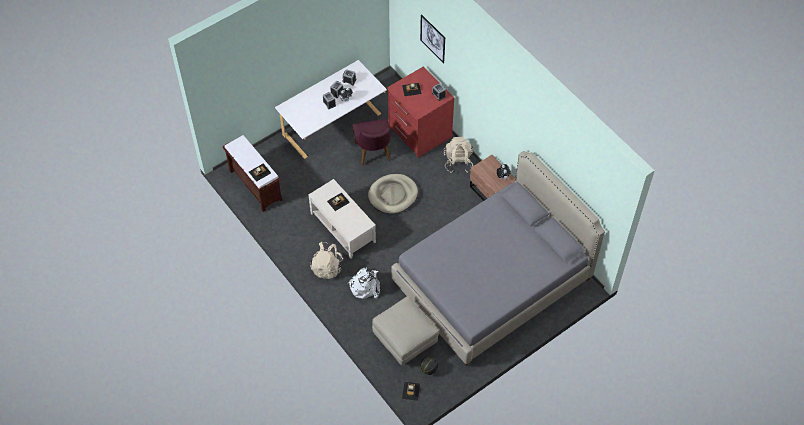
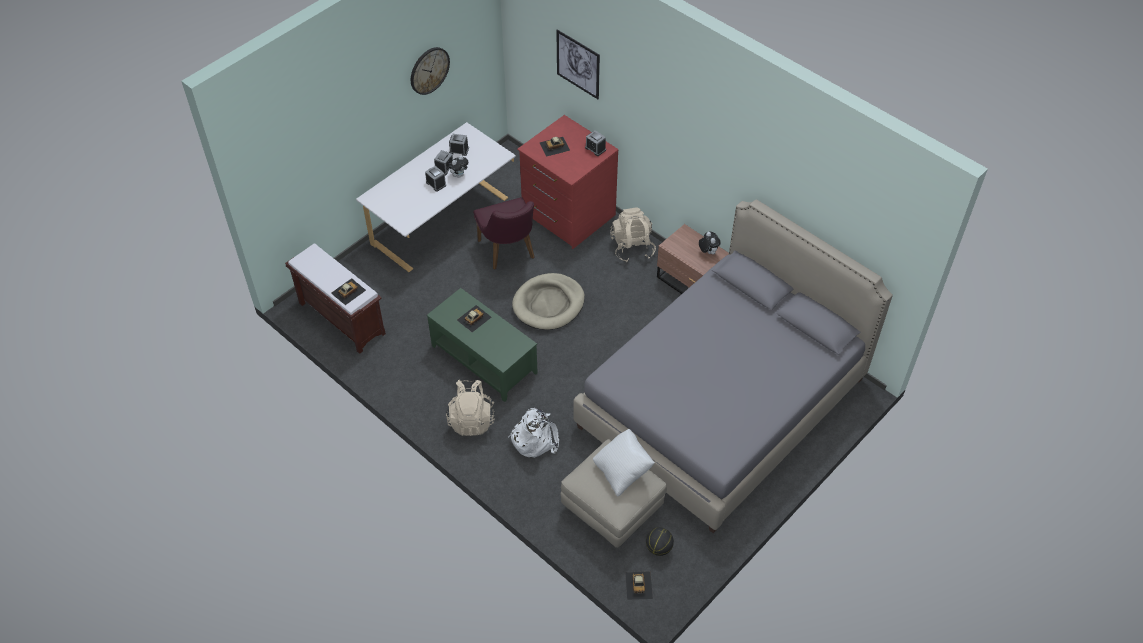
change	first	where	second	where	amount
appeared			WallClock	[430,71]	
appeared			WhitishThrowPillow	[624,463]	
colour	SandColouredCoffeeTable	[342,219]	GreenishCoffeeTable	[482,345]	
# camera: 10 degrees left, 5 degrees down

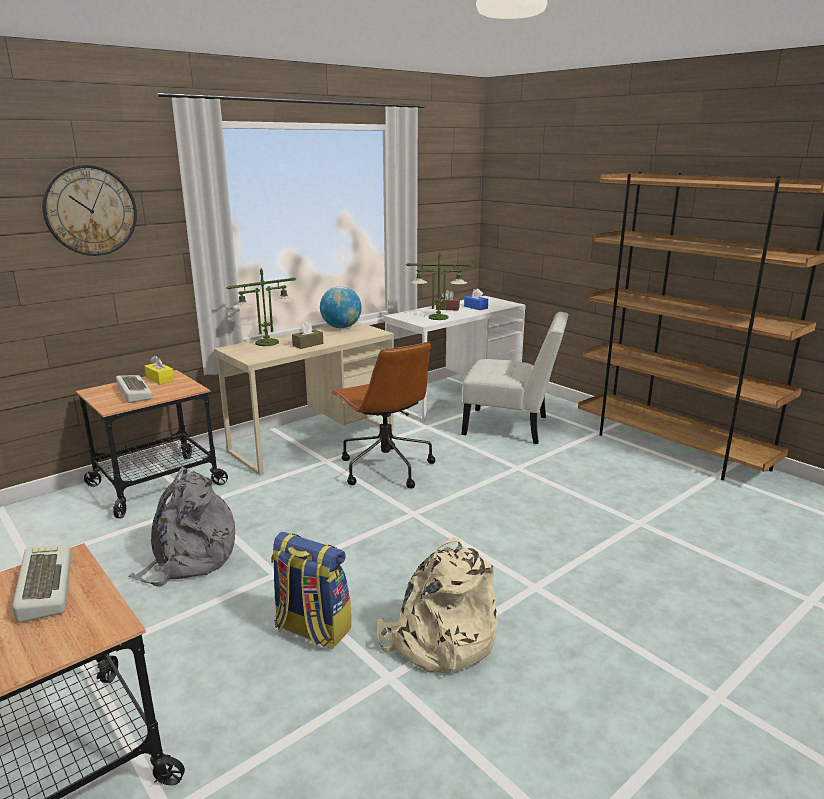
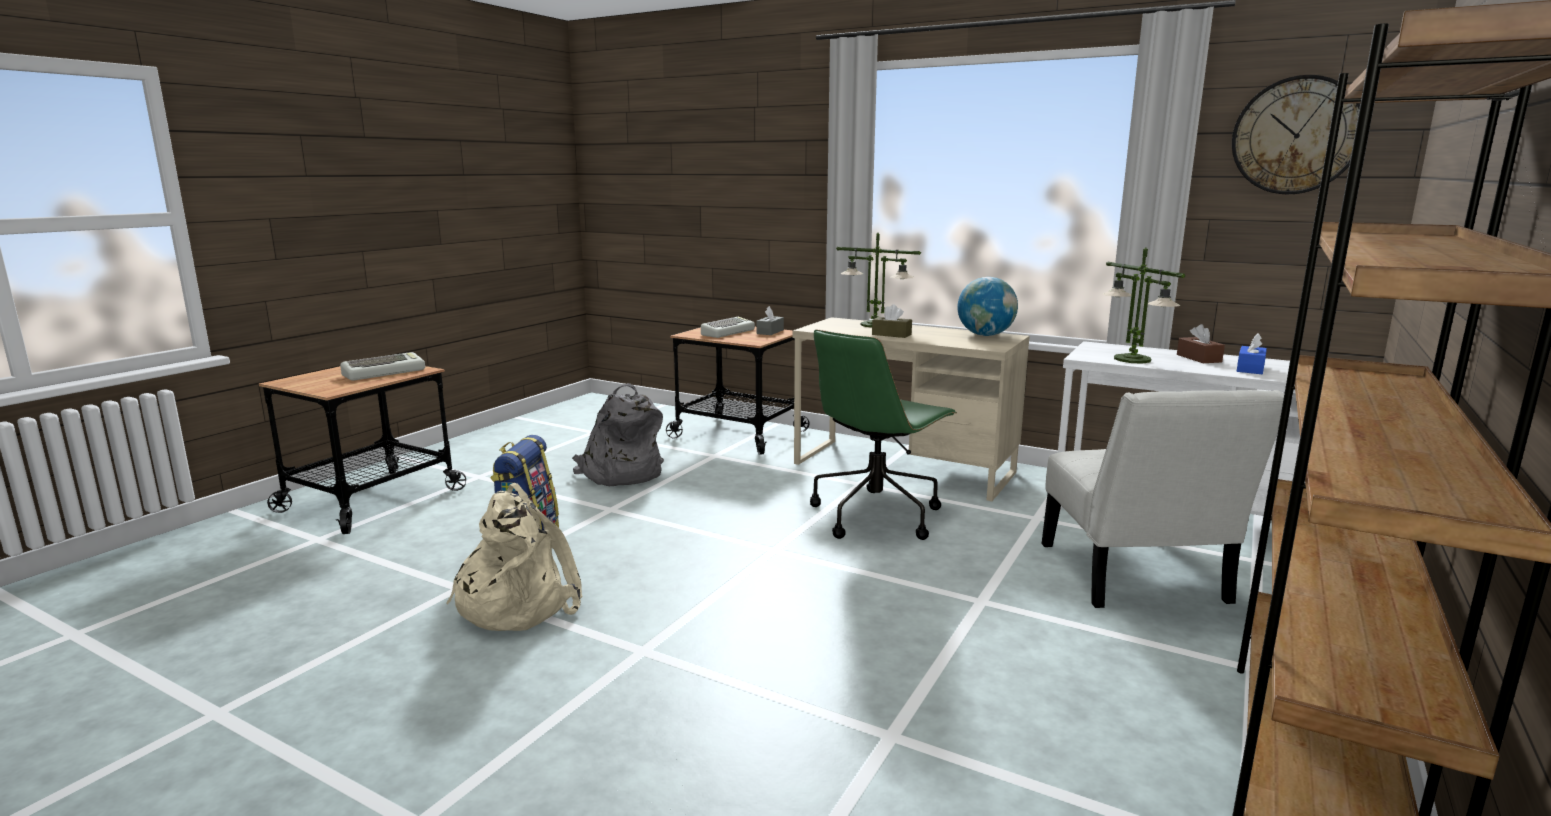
change	first	where	second	where	amount
relocated	WallClock	[89,210]		[1296,134]	
colour	YellowishTissueHolder	[159,369]	GreyTissueHolder	[770,320]	
colour	BrownColouredDeskChair	[383,415]	GreenishDeskChair	[883,435]	
# camera: 70 degrees right, 5 degrees down

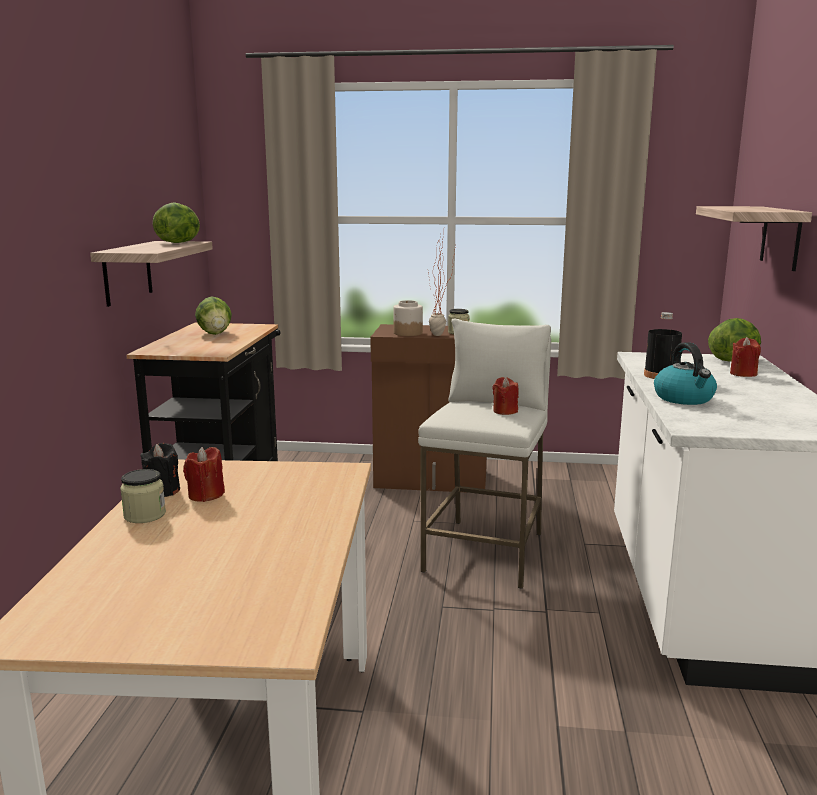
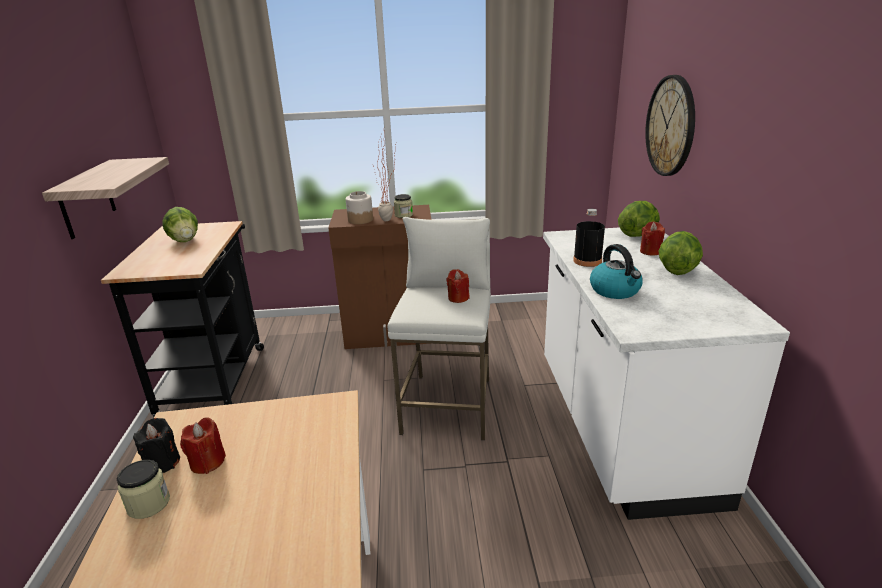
change	first	where	second	where	amount
relocated	Lettuce	[176,222]		[681,253]	
exchanged	Shelf	[754,238]	WallClock	[670,125]	
# camera: 10 degrees left, 10 degrees up

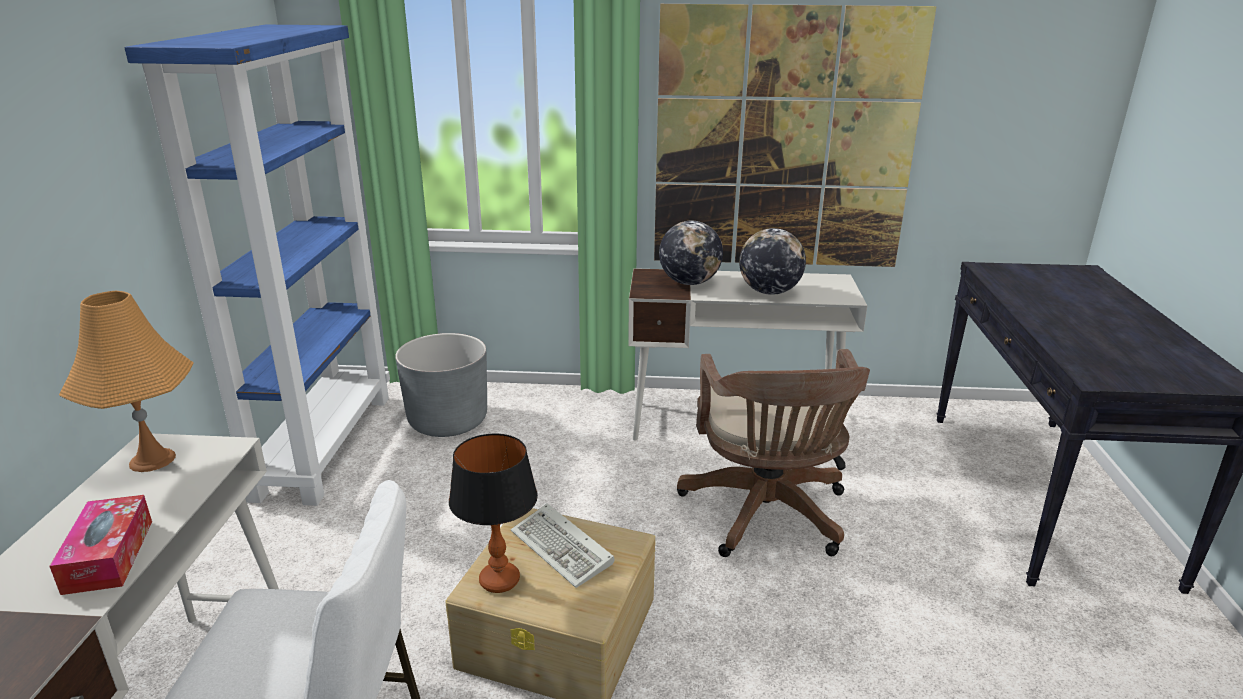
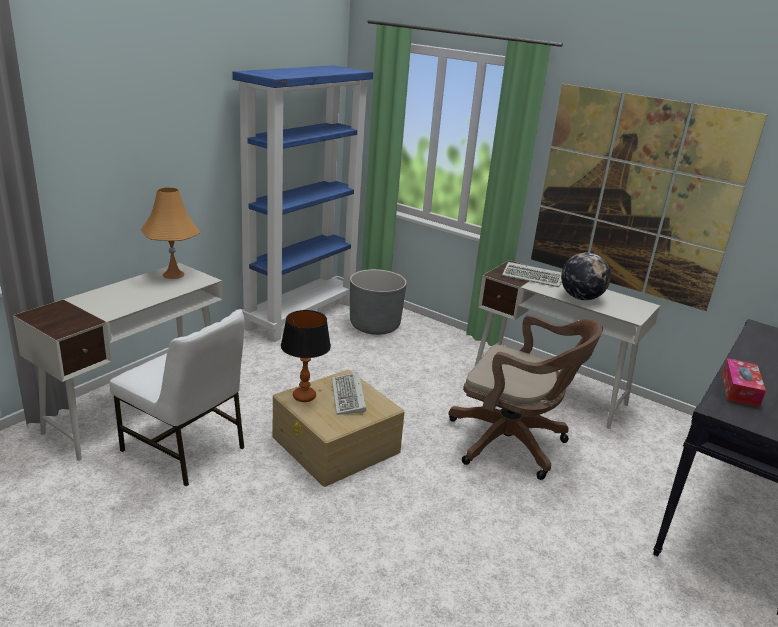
change	first	where	second	where	amount
relocated	TissueHolder	[101,545]		[744,382]	
exchanged	WorldGlobe	[691,253]	ComputerKeyboard	[532,274]	
spun	BrownColouredDeskChair	[773,453]		[525,397]	90 degrees counterclockwise
# camera: 30 degrees right, 0 degrees up

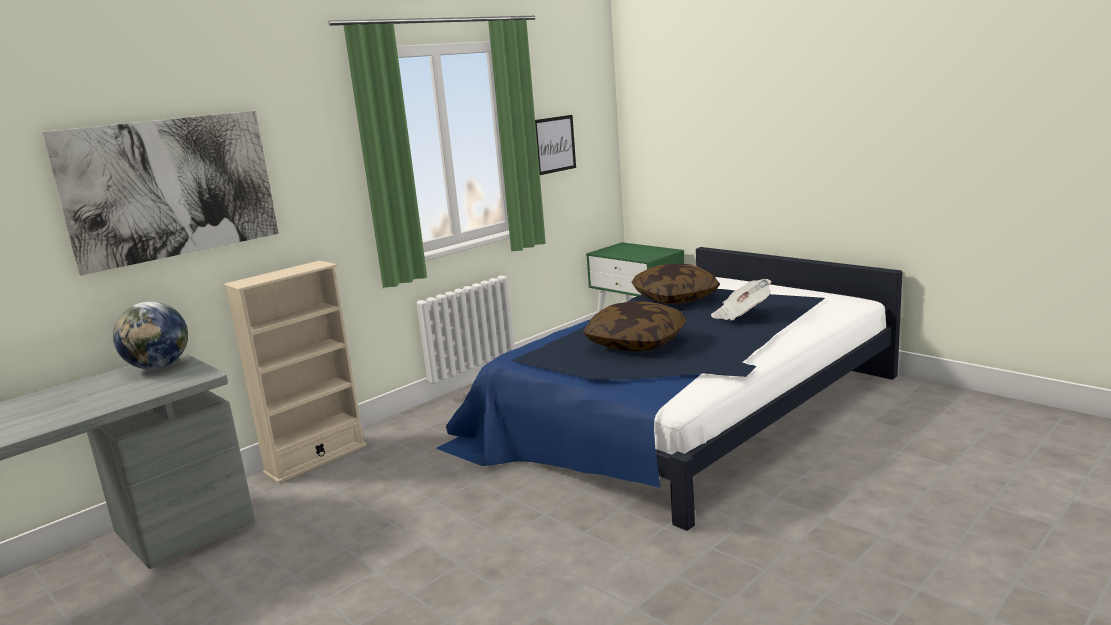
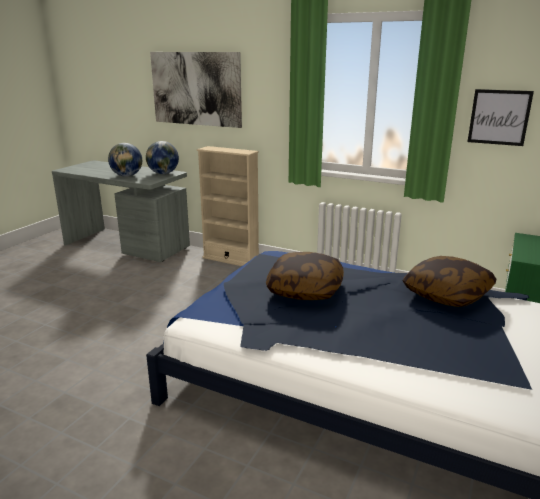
change	first	where	second	where	amount
missing	PrintedPaper	[741,300]			
appeared			WorldGlobe	[125,160]	
# camera: 70 degrees right, 5 degrees up

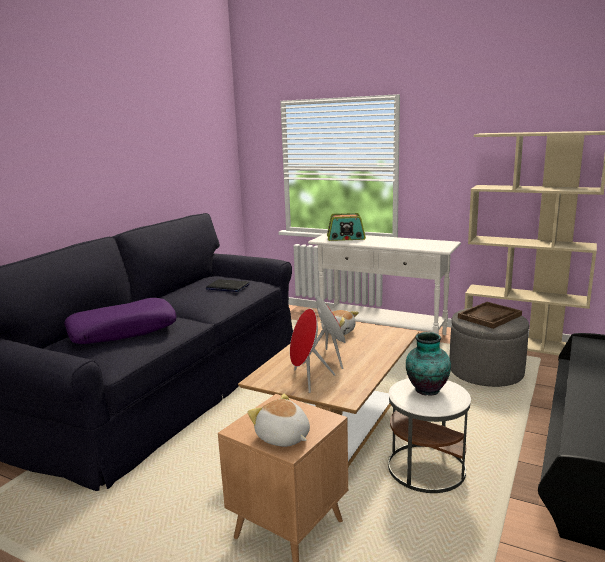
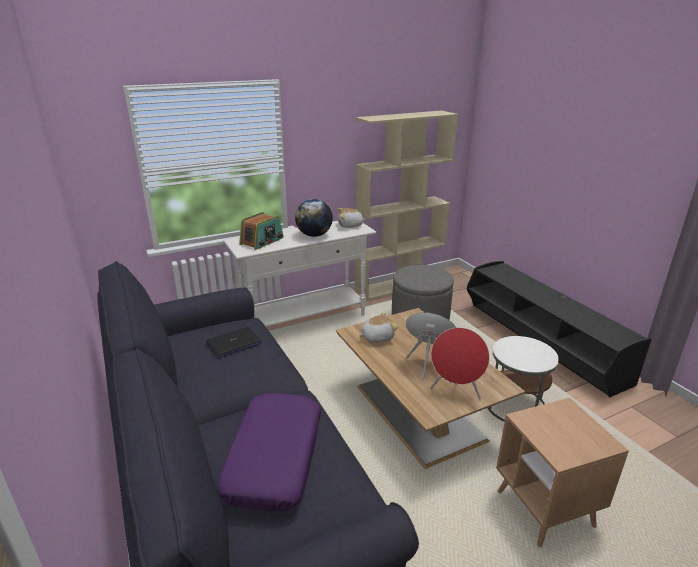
change	first	where	second	where	amount
missing	DecorativeVase	[428,363]			
missing	BrownColouredCarryingTray	[490,315]			
appeared			WorldGlobe	[314,218]	
relocated	SoftToy	[278,420]		[352,218]	
# camera: 55 degrees left, 10 degrees up

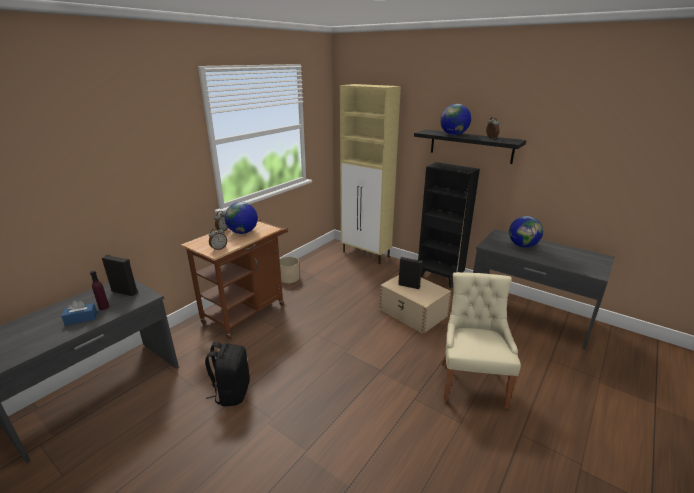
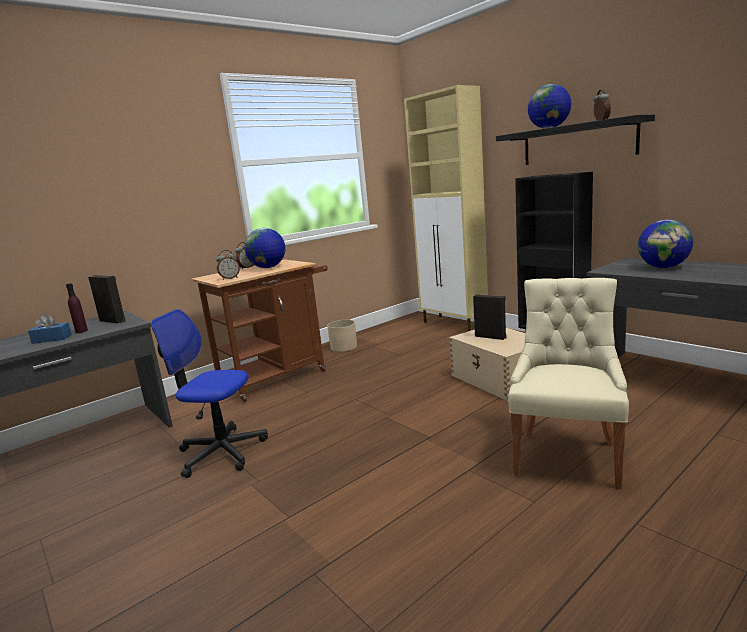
change	first	where	second	where	amount
exchanged	BlackishKnapsack	[227,374]	DeskChair	[209,393]	
# camera: 15 degrees right, 10 degrees down

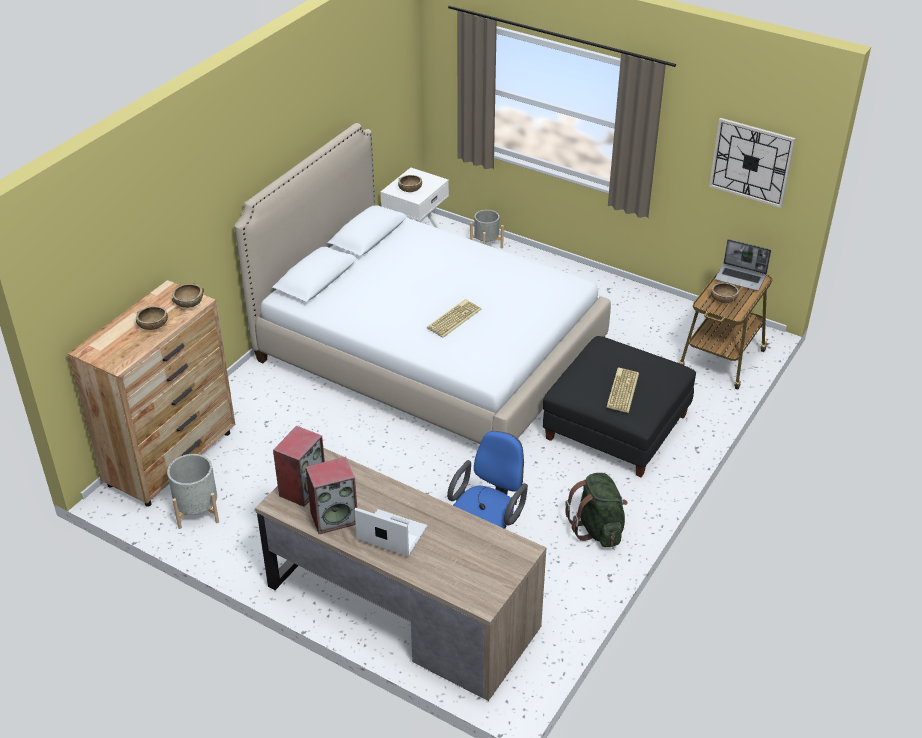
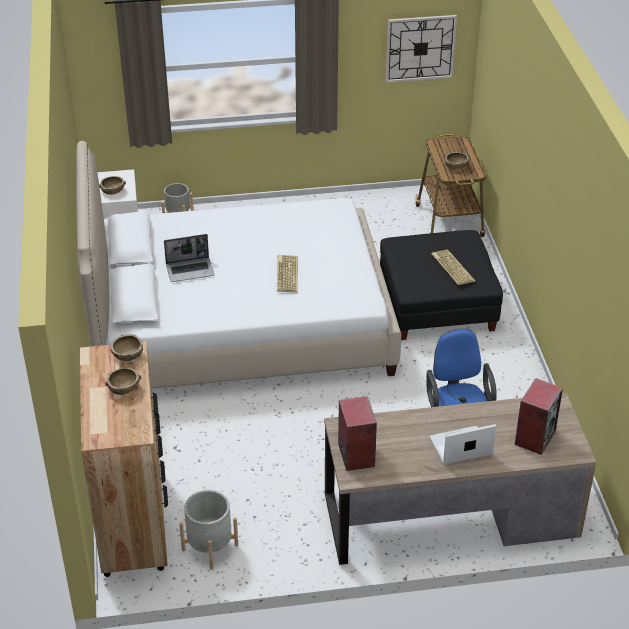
change	first	where	second	where	amount
missing	GreenishKnapsack	[596,510]			
relocated	Loudspeaker	[331,495]		[539,416]	
relocated	NotebookComputer	[743,265]		[189,258]	
# camera: 40 degrees left, 0 degrees up

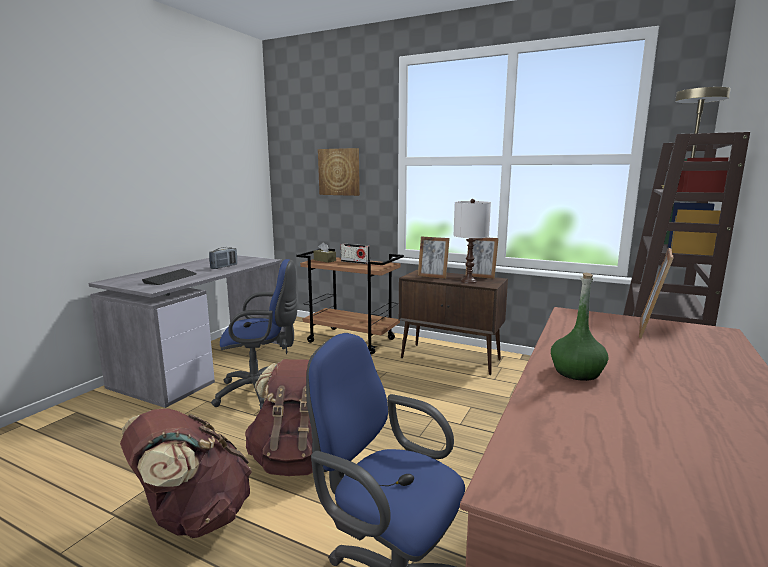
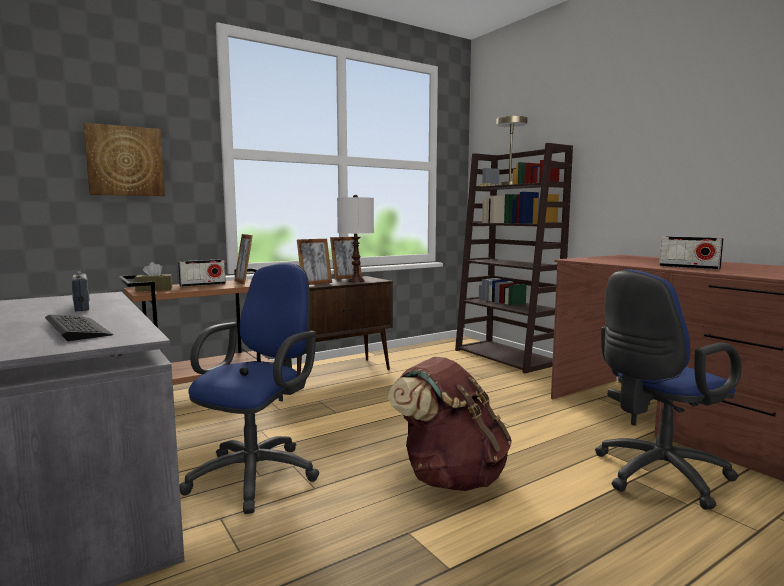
change	first	where	second	where	amount
missing	BrownColouredKnapsack	[186,473]			
relocated	StandingFrame	[656,293]		[243,259]	
exchanged	GreenishBeverageBottle	[580,327]	Radio	[691,253]	
# camera: 60 degrees left, 5 degrees down

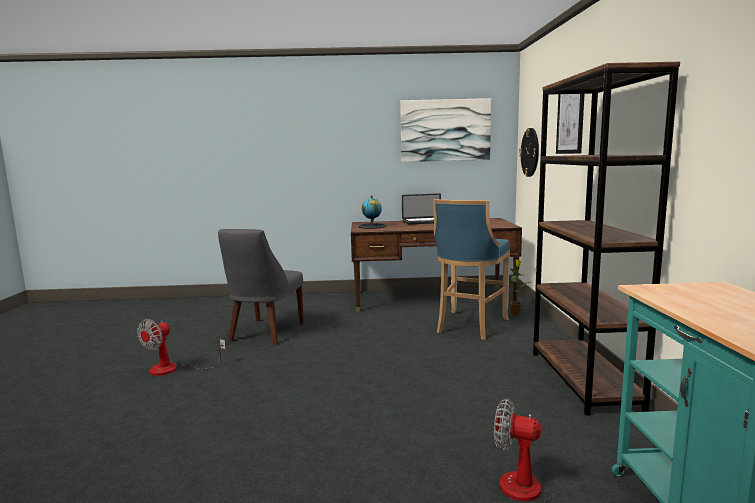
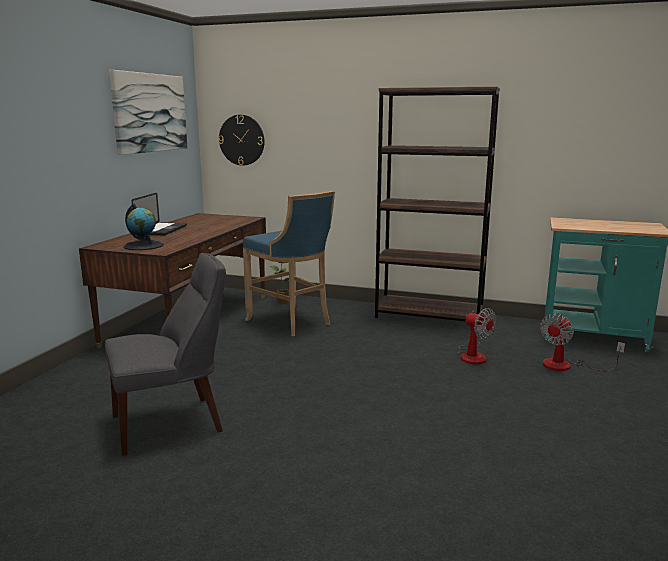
change	first	where	second	where	amount
missing	Picture	[570,124]			
relocated	ElectricFan	[181,347]		[477,336]	
spun	GreyChair	[261,287]		[165,354]	60 degrees counterclockwise
# camera: 70 degrees left, 5 degrees up

